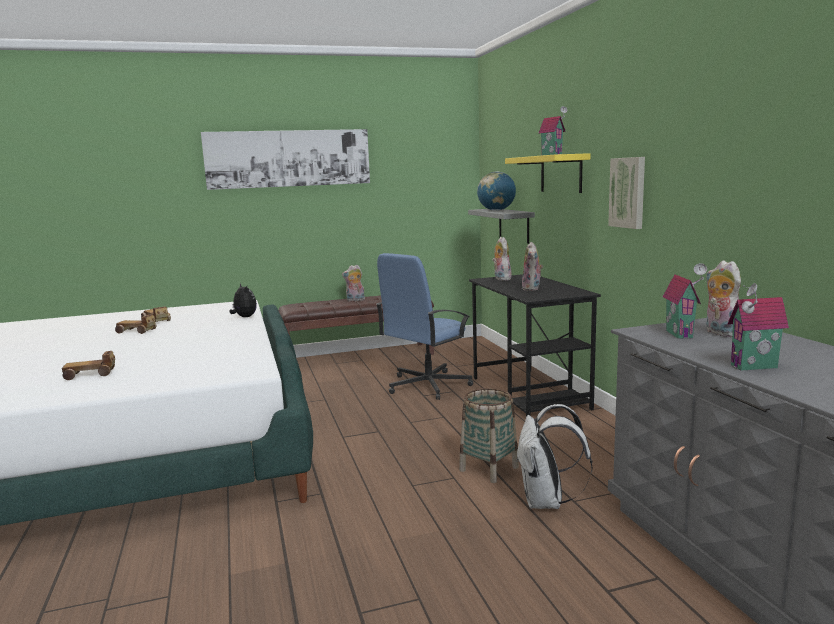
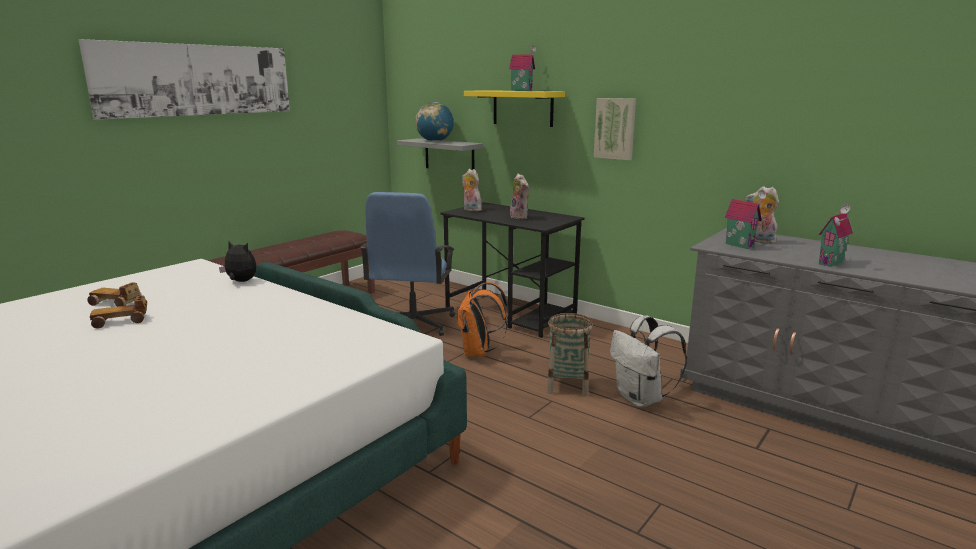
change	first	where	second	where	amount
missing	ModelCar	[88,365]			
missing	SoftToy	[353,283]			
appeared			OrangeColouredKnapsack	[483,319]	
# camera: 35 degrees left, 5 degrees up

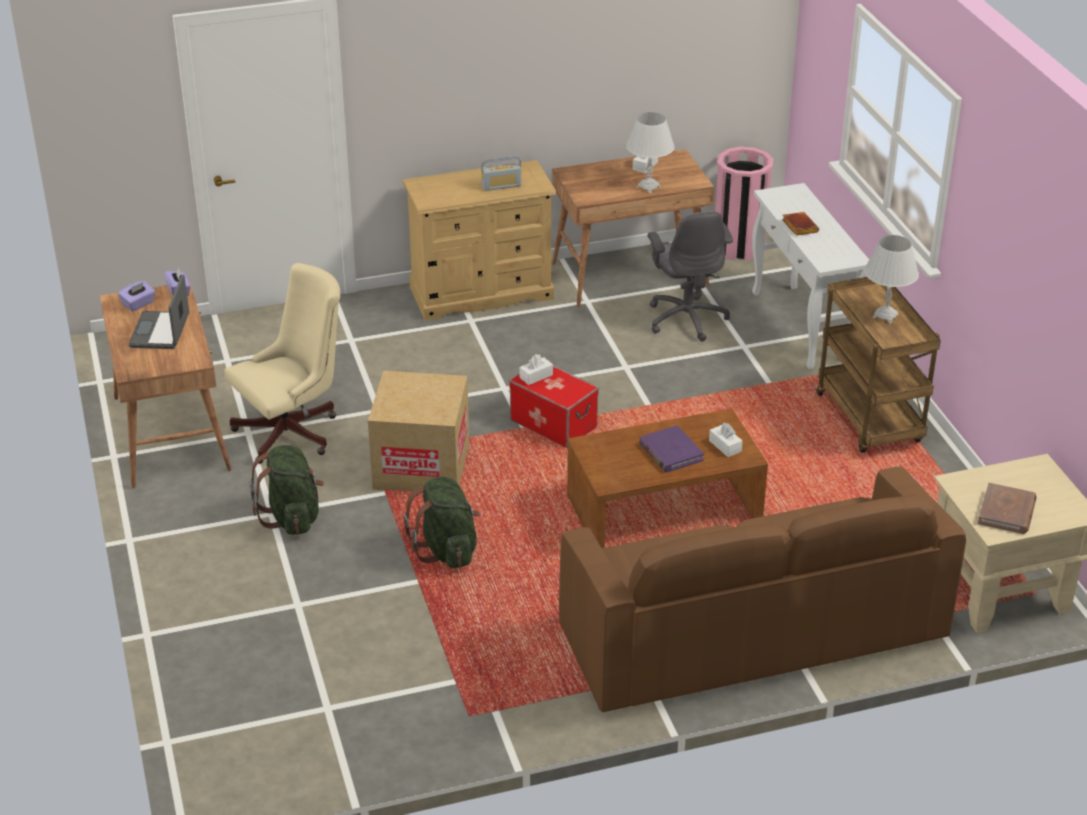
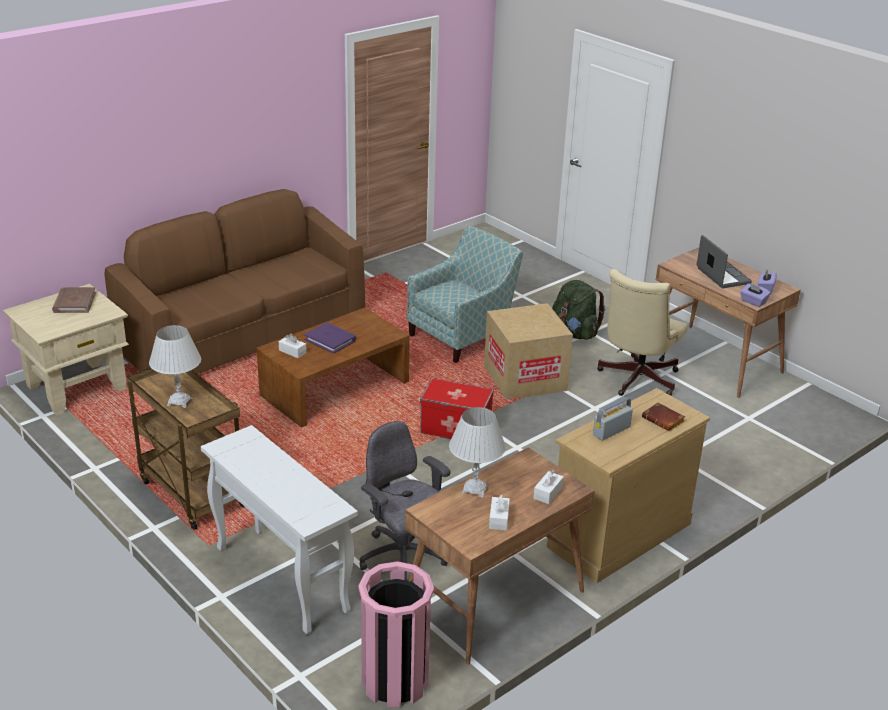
change	first	where	second	where	amount
relocated	WhitishTissueHolder	[536,369]		[548,487]	
relocated	BrownColouredBoundBook	[800,223]		[663,417]	
exchanged	GreenishKnapsack	[441,522]	Armchair	[465,294]	
# camera: 155 degrees right, 5 degrees down

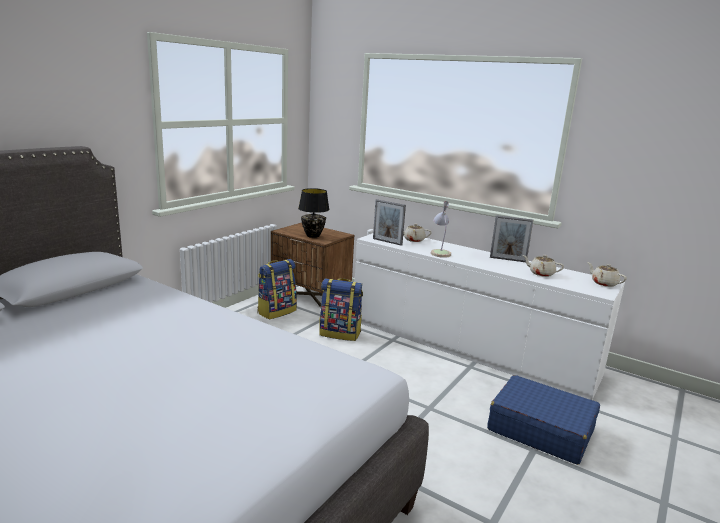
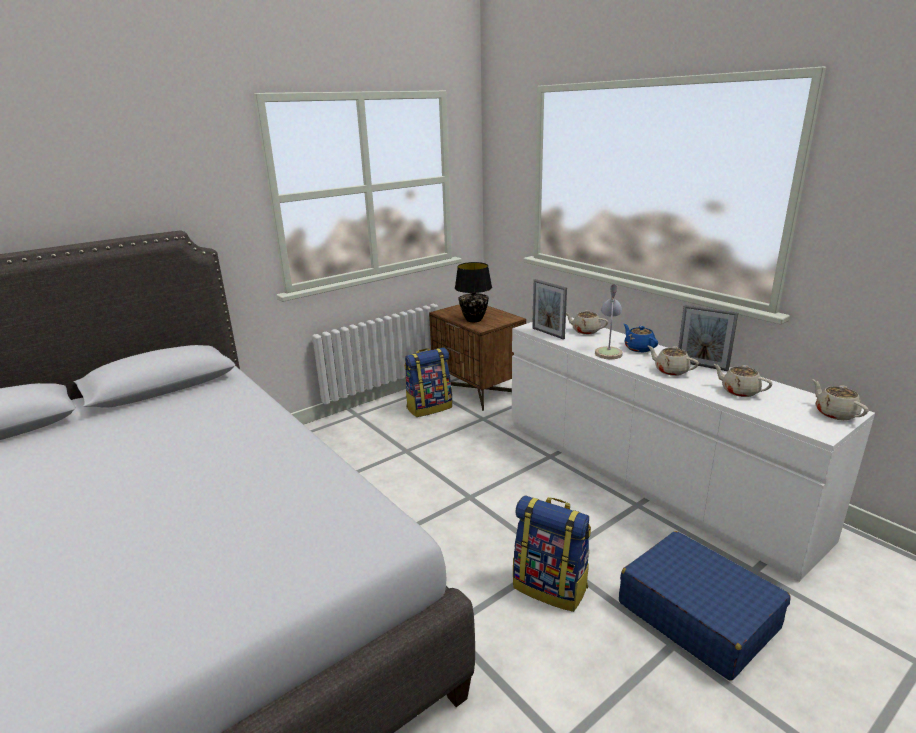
change	first	where	second	where	amount
appeared			BluishTeaPot	[641,338]	
appeared			SandColouredTeaPot	[673,361]	
relocated	Knapsack	[341,309]		[552,553]	
# camera: 20 degrees right, 5 degrees up

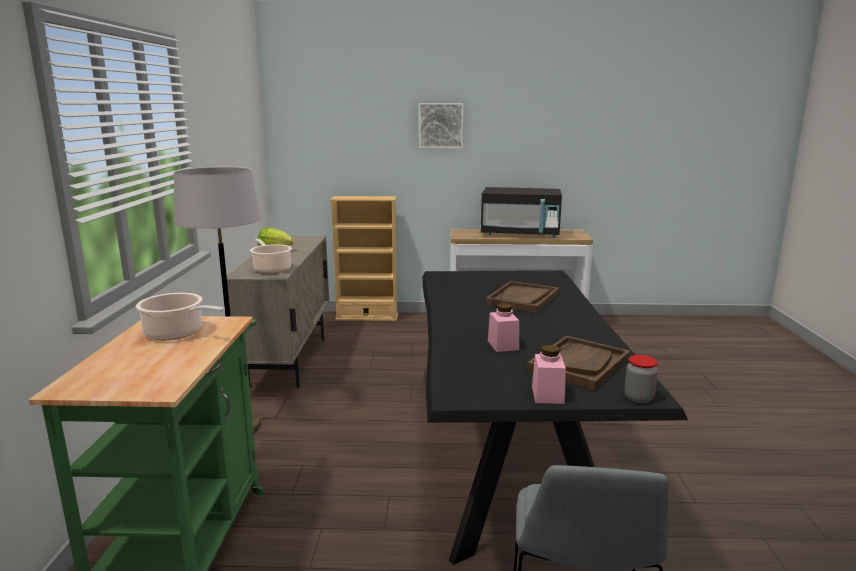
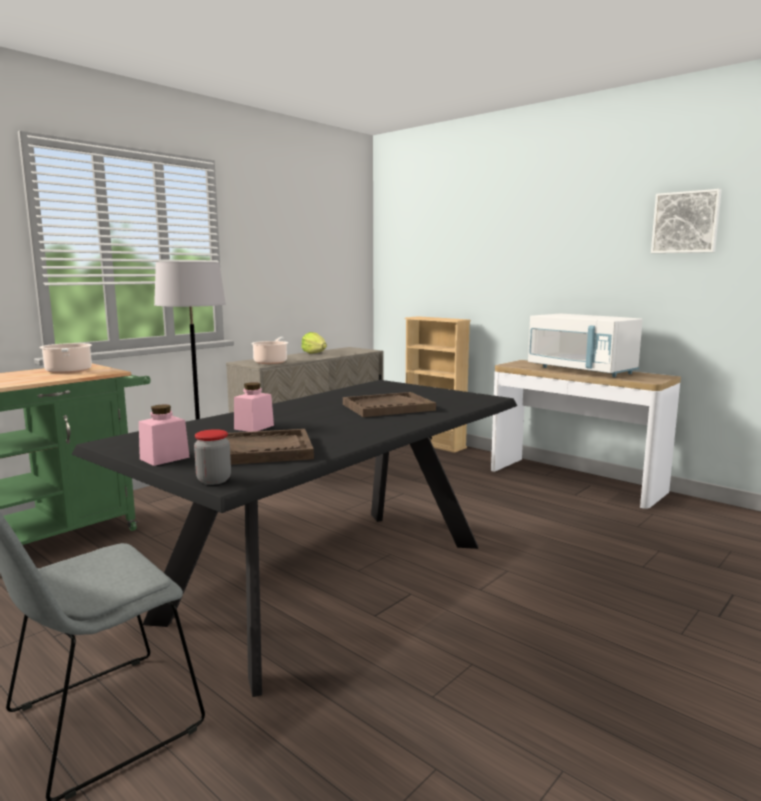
change	first	where	second	where	amount
relocated	Picture	[441,126]		[686,221]	
colour	BlackishMicrowave	[521,212]	WhitishMicrowave	[585,345]	
# camera: 40 degrees right, 5 degrees down

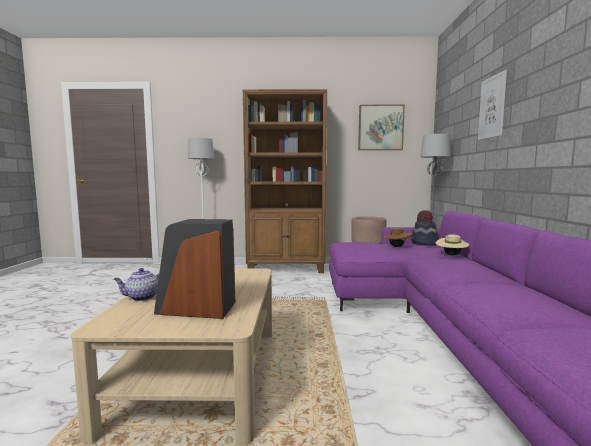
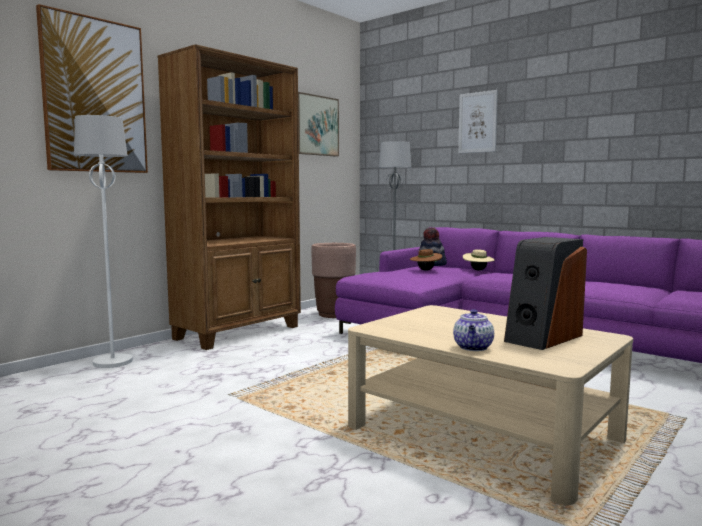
change	first	where	second	where	amount
appeared			Picture	[92,88]	
# camera: 50 degrees left, 0 degrees up

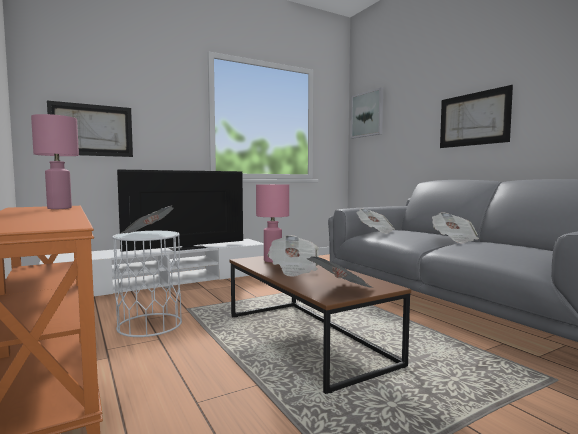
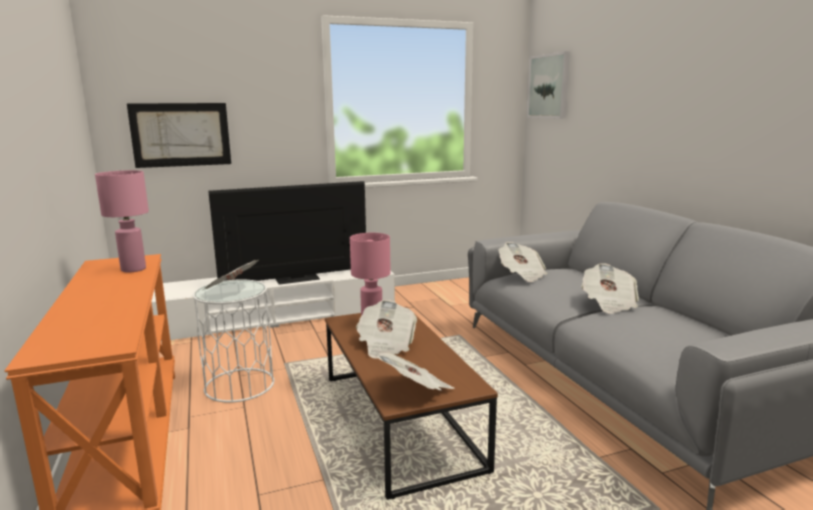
change	first	where	second	where	amount
missing	Picture	[476,116]			
# camera: 10 degrees right, 10 degrees up

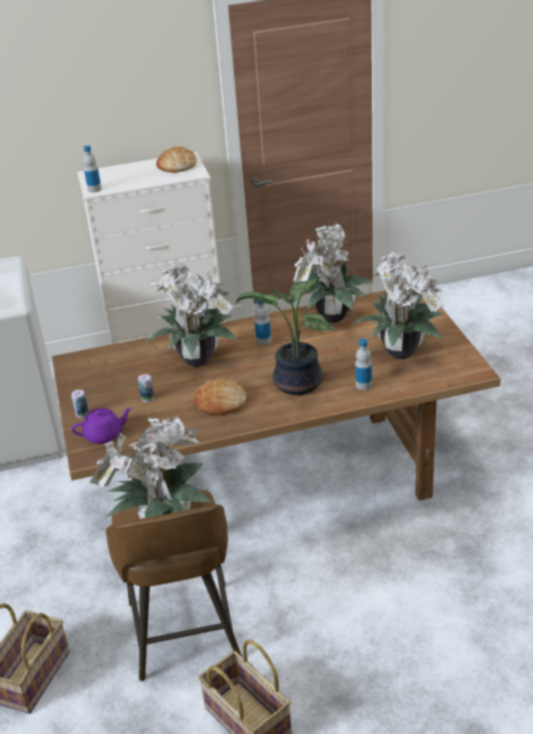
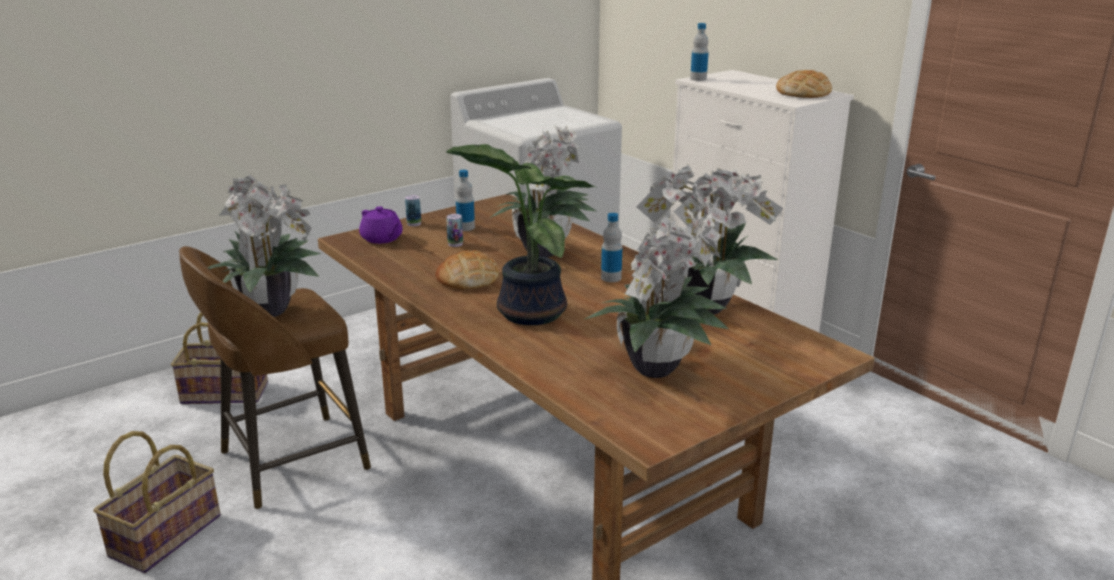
change	first	where	second	where	amount
relocated	BeverageBottle	[363,364]		[465,200]	
# camera: 65 degrees right, 10 degrees down

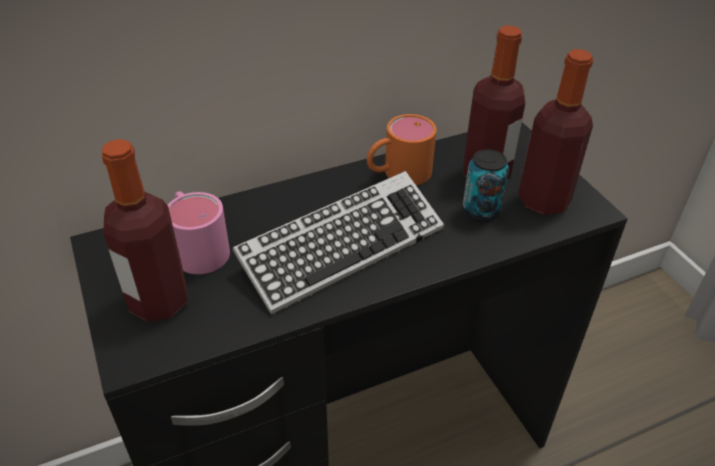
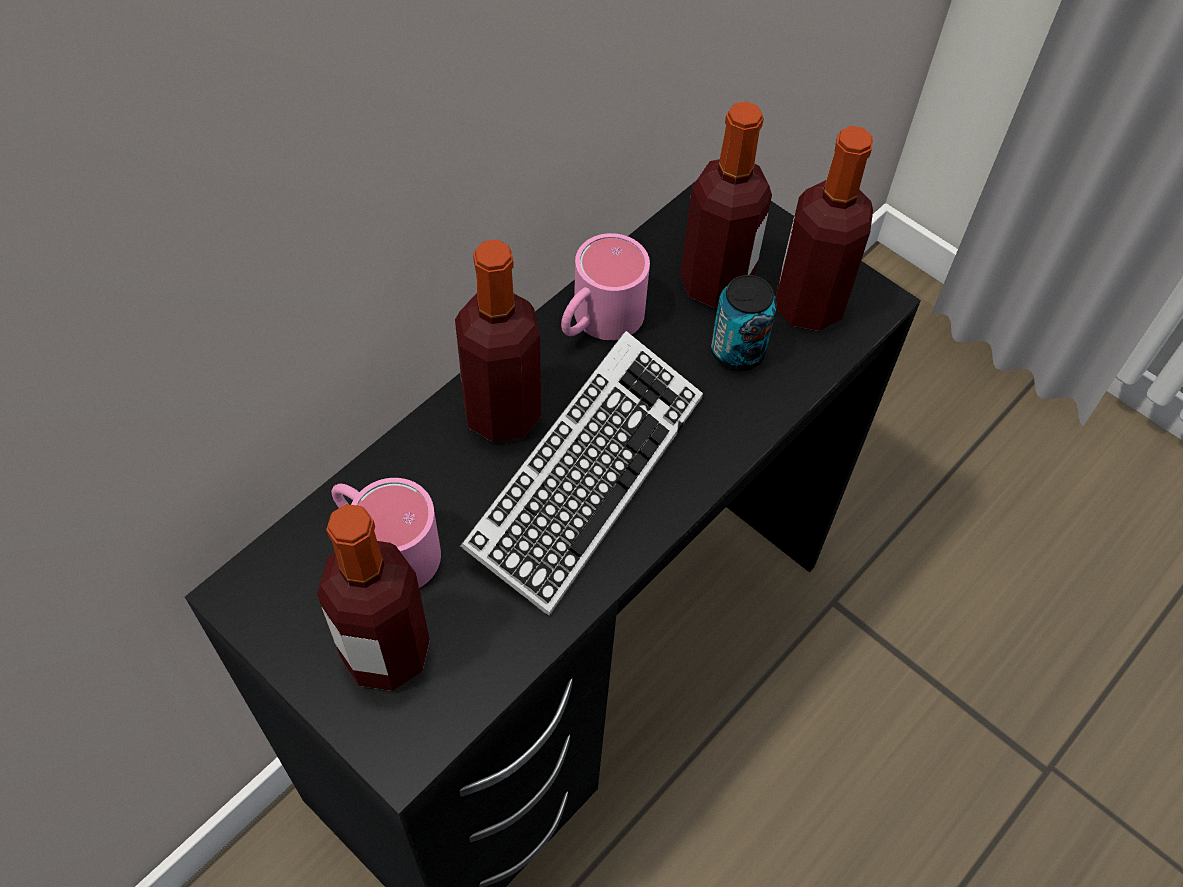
change	first	where	second	where	amount
appeared			BeverageBottle	[498,341]	
colour	OrangeColouredCoffeeMug	[401,149]	PinkishCoffeeMug	[605,286]	
# camera: 25 degrees left, 15 degrees up

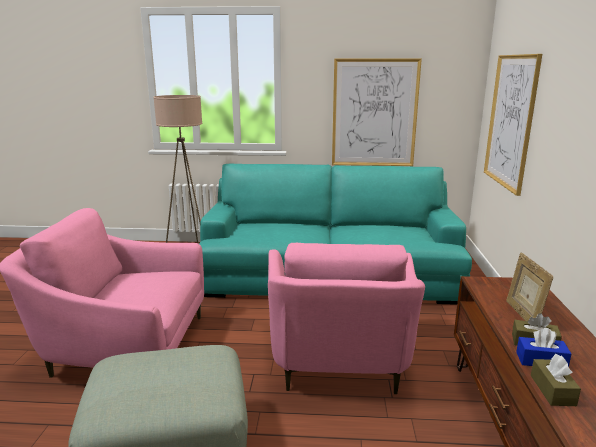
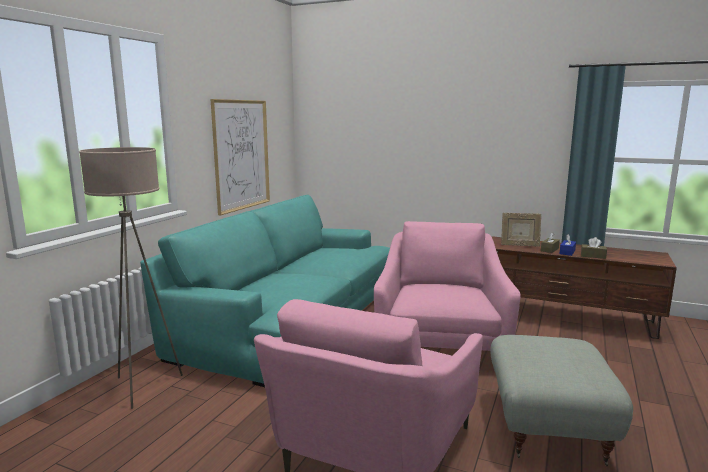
change	first	where	second	where	amount
missing	Picture	[513,125]			
spun	PinkishArmchair	[346,318]		[447,286]	105 degrees counterclockwise
# camera: 70 degrees left, 5 degrees down

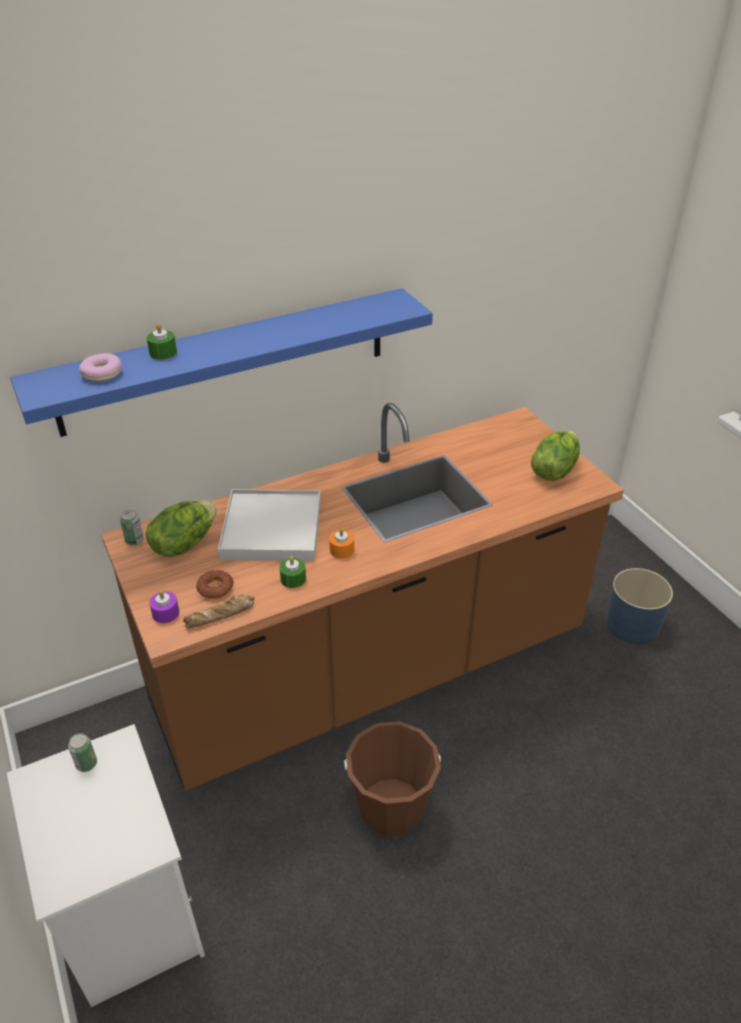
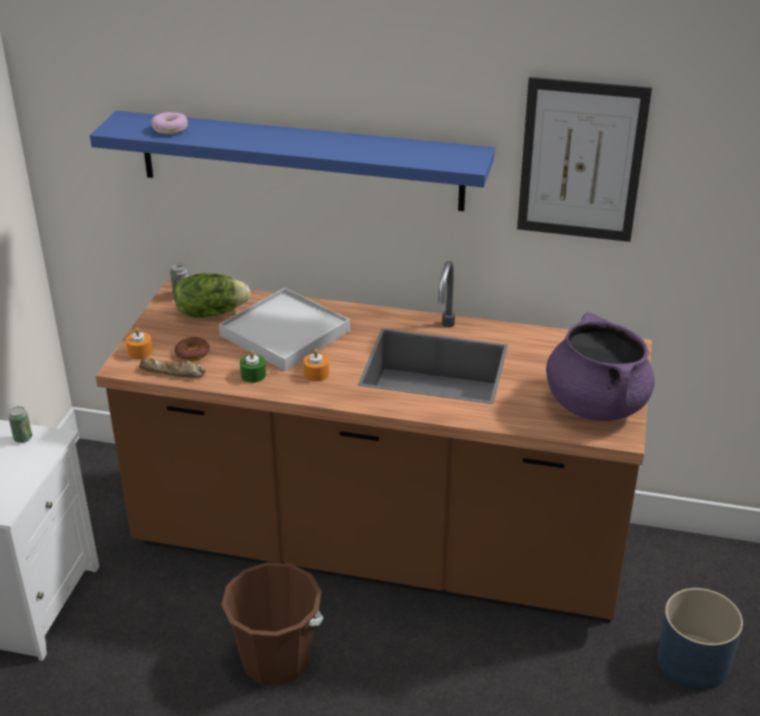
change	first	where	second	where	amount
missing	GreenishCandle	[162,341]			
appeared			Picture	[584,159]	
exchanged	Lettuce	[555,456]	PurpleCookingPot	[600,366]	
colour	PurpleCandle	[164,606]	OrangeColouredCandle	[139,343]	
# camera: 40 degrees right, 5 degrees down

